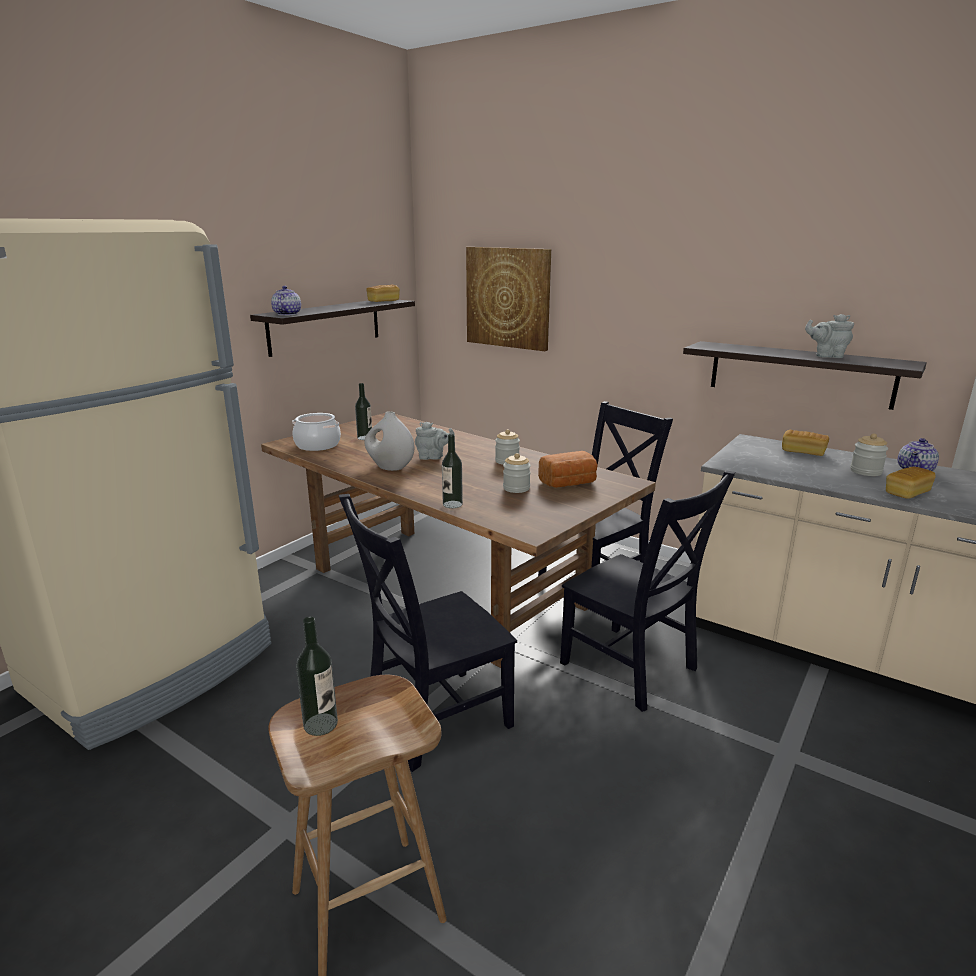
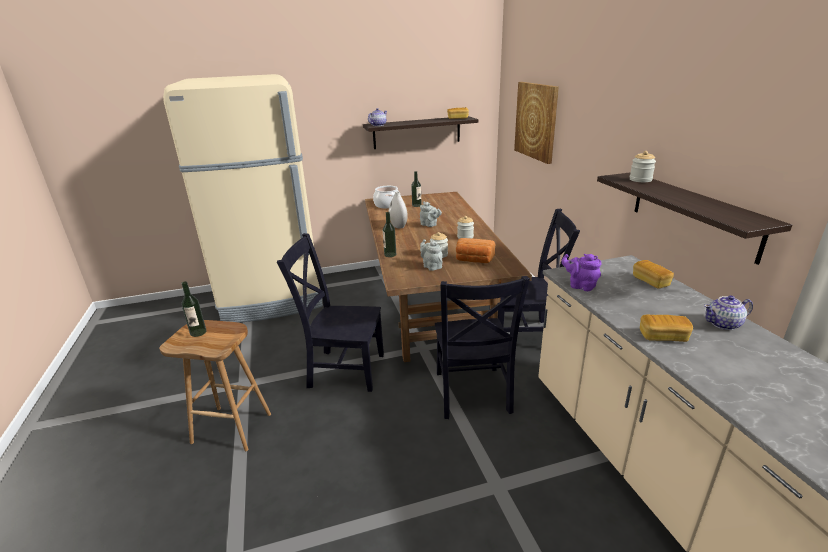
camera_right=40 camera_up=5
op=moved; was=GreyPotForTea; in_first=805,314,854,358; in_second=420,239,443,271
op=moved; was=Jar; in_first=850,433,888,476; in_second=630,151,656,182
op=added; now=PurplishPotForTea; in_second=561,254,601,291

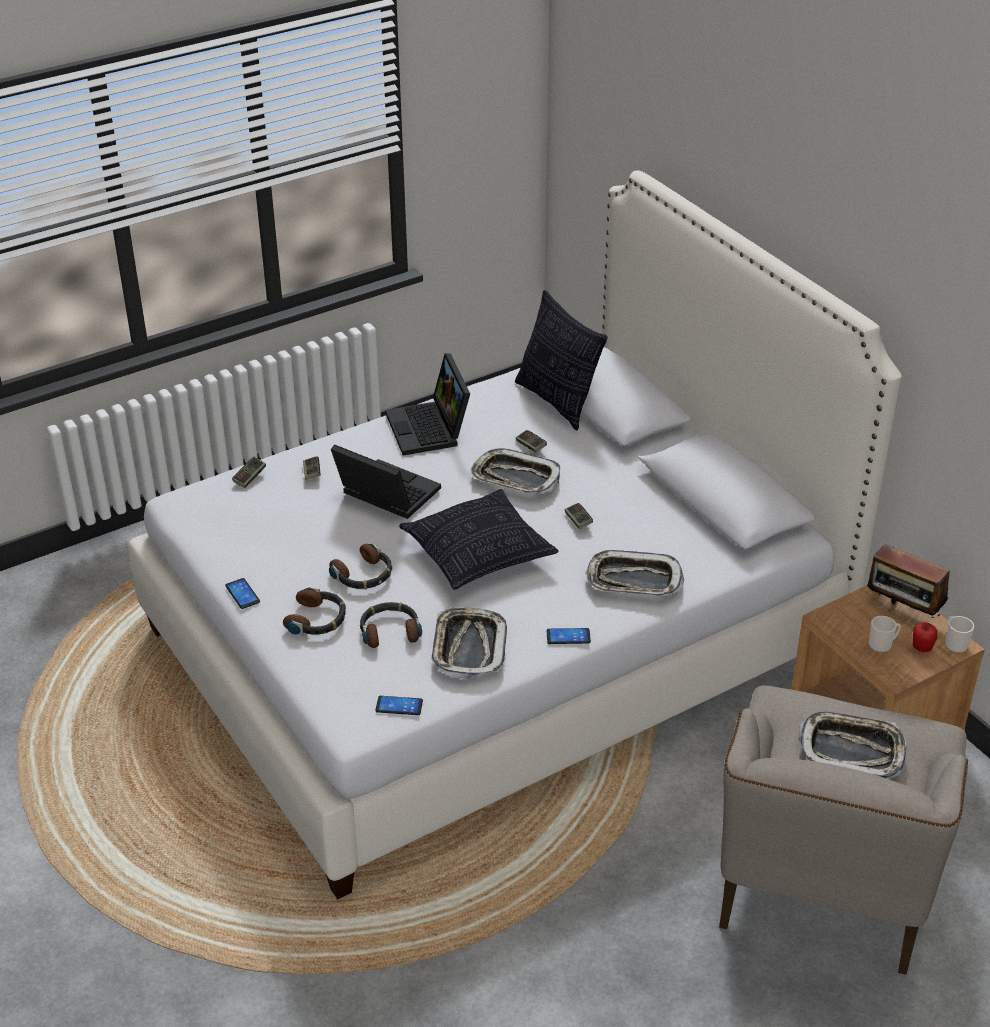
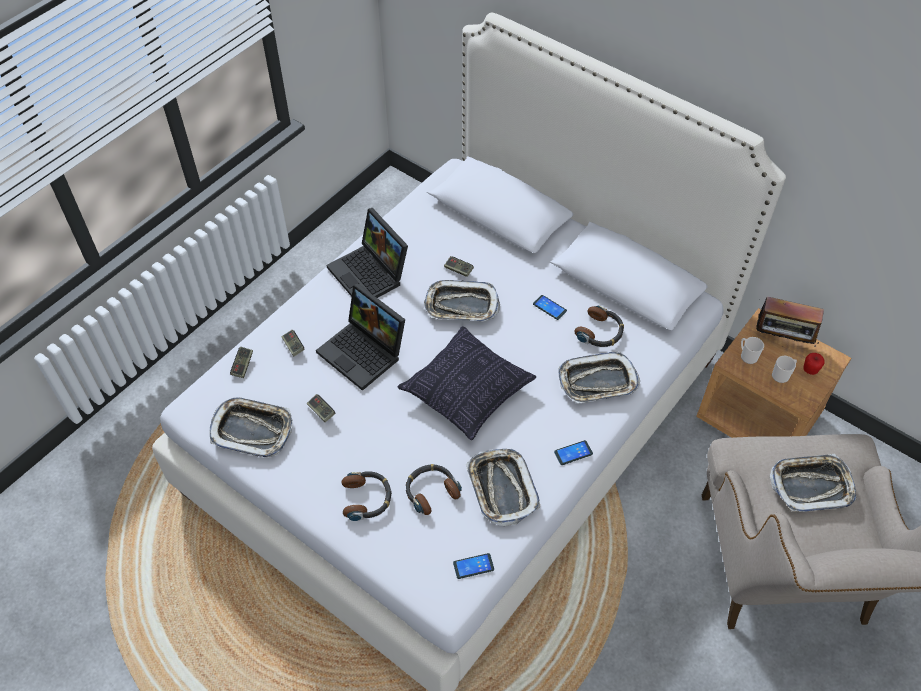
camera_right=-20 camera_up=15
op=removed; was=Pillow; in_first=515,290,607,430
op=turned; was=PortableComputer; in_first=331,444,441,519; in_second=316,283,405,391; clockwise=-150
op=moved; was=Gamepad; in_first=565,503,593,529; in_second=307,394,335,423
op=moved; was=Headset; in_first=329,544,392,589; in_second=575,305,624,347
op=moved; was=Handset; in_first=225,578,260,609; in_second=533,295,567,320
op=moved; was=CoffeeMug; in_first=945,616,974,653; in_second=741,337,764,364
op=added; now=CarryingTray; in_second=210,397,293,457

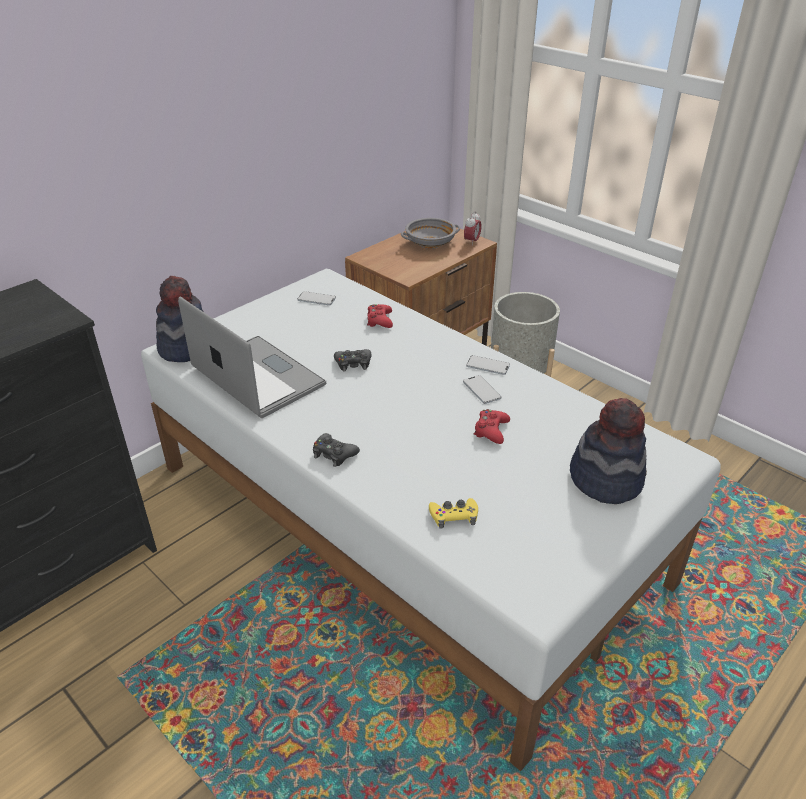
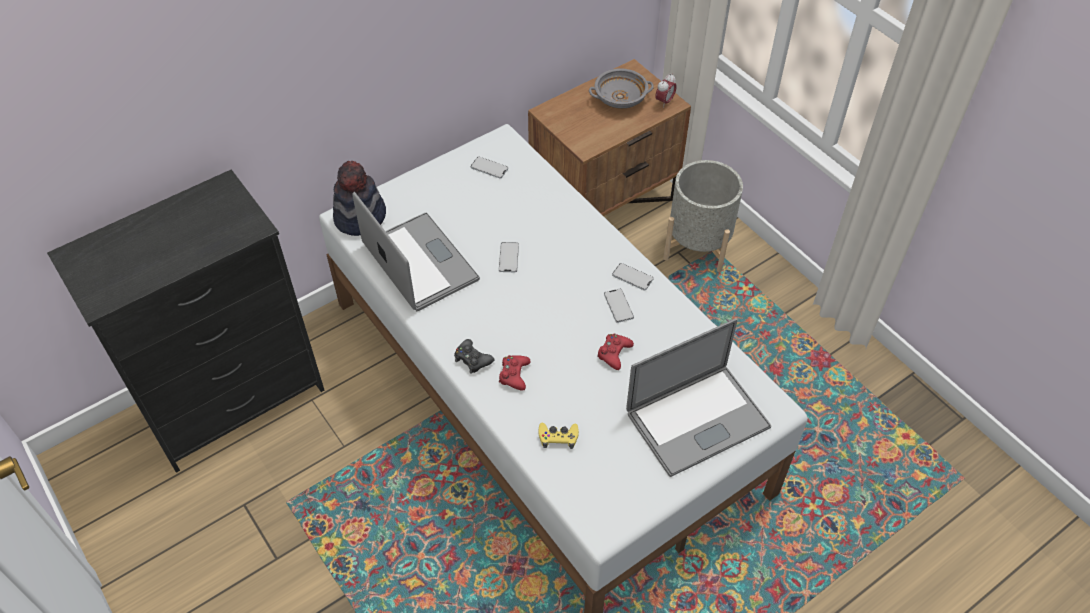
camera_right=10 camera_up=15
op=moved; was=RedGamepad; in_first=367,304,393,328; in_second=499,355,531,390
op=replaced; was=BlackGamepad; now=Handset; in_first=334,349,371,372; in_second=499,242,519,272
op=replaced; was=WearableHat; now=PortableComputer; in_first=570,398,647,504; in_second=626,319,771,477

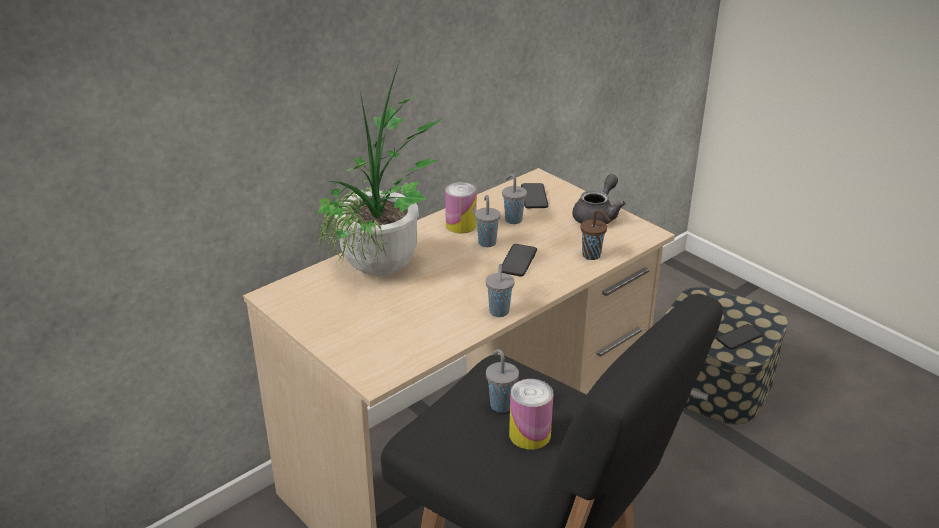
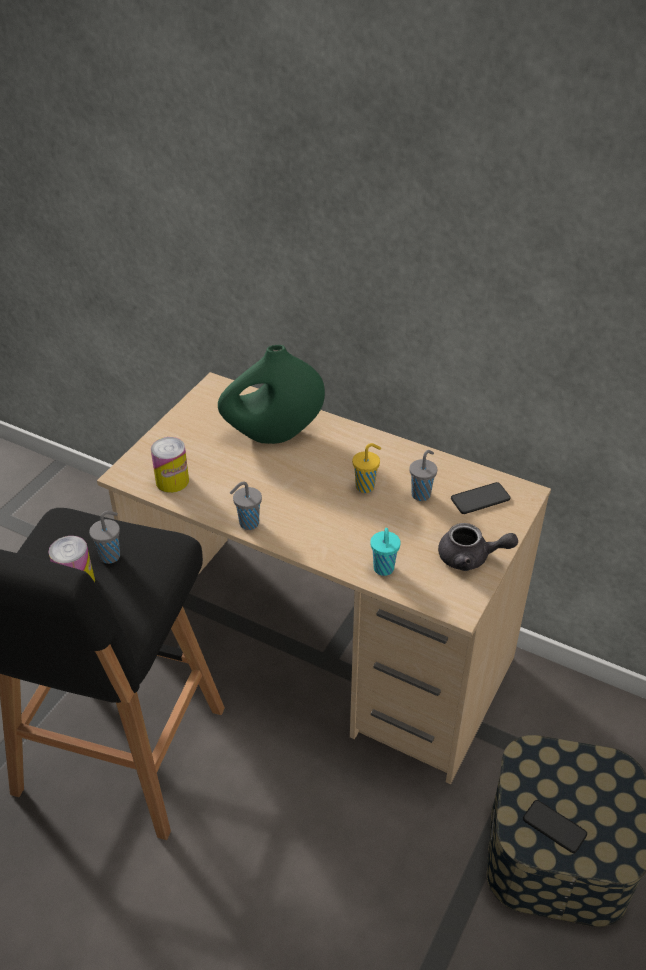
camera_right=70 camera_up=10
op=replaced; was=Houseplant; now=GreenFlowerVase; in_first=316,60,446,275; in_second=218,345,325,444
op=moved; was=MetalCan; in_first=445,182,477,234; in_second=151,437,189,493
op=recoloured; was=GreyDrinkingCup; now=YellowDrinkingCup; in_first=475,195,501,247; in_second=352,443,381,493
op=recoloured; was=BrownishDrinkingCup; now=BlueGreenDrinkingCup; in_first=581,209,610,260; in_second=370,528,401,576
op=removed; was=Handset; in_first=502,244,537,276

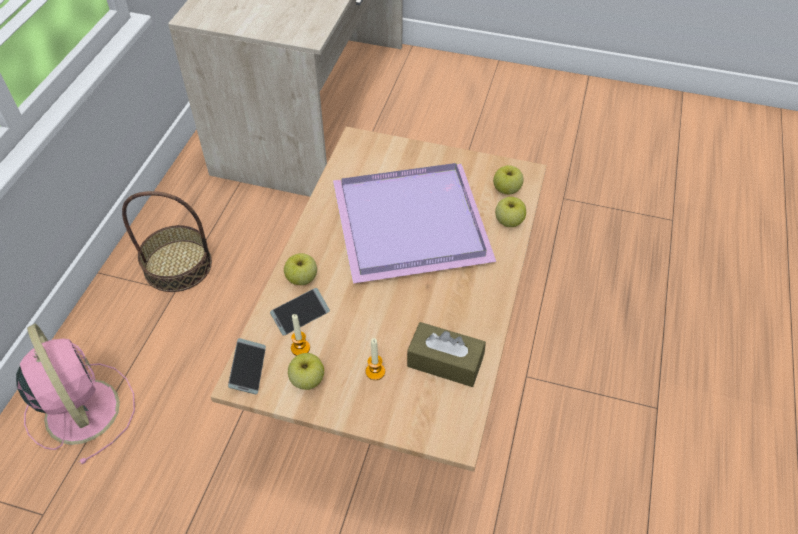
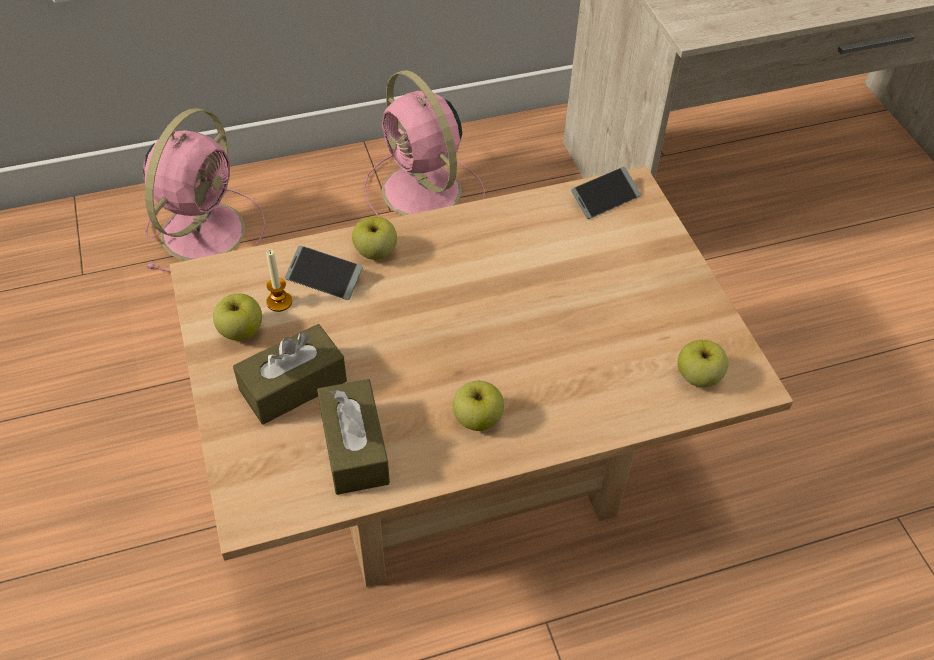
camera_right=55 camera_up=0
op=removed; was=PurplishCarryingTray; in_first=333,163,496,284
op=replaced; was=HouseholdBasket; now=PinkElectricFan; in_first=122,191,212,292; in_second=363,70,485,217
op=moved; was=Apple; in_first=495,197,526,227; in_second=453,381,504,431
op=moved; was=Handset; in_first=228,338,266,394; in_second=571,167,641,219
op=replaced; was=WaxLight; now=BrownishTissueBox; in_first=366,338,385,380; in_second=233,324,347,425

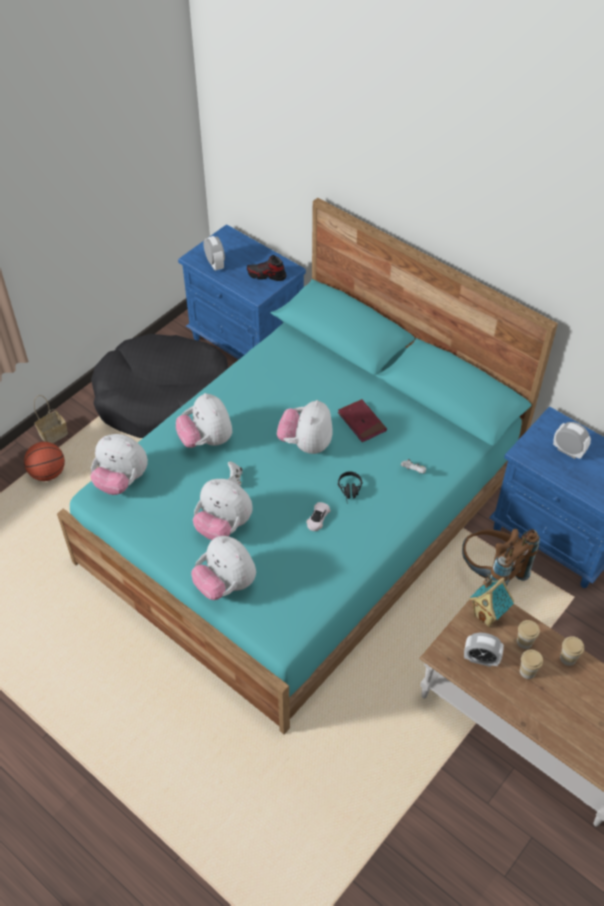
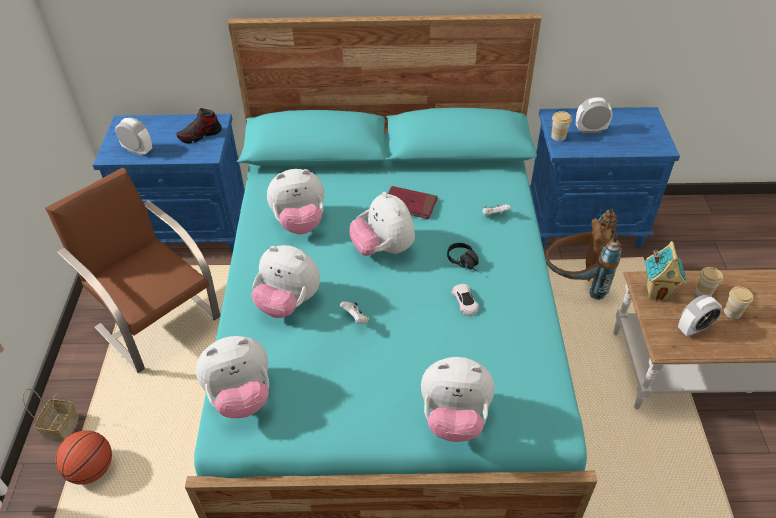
camera_right=-40 camera_up=-5
op=replaced; was=BlackDogBed; now=BrownishUprightChair; in_first=91,334,228,438; in_second=45,168,220,373
op=moved; was=CuddlyToy; in_first=193,479,253,540; in_second=267,169,324,234
op=moved; was=DrinkingCup; in_first=560,636,584,666; in_second=551,111,572,141

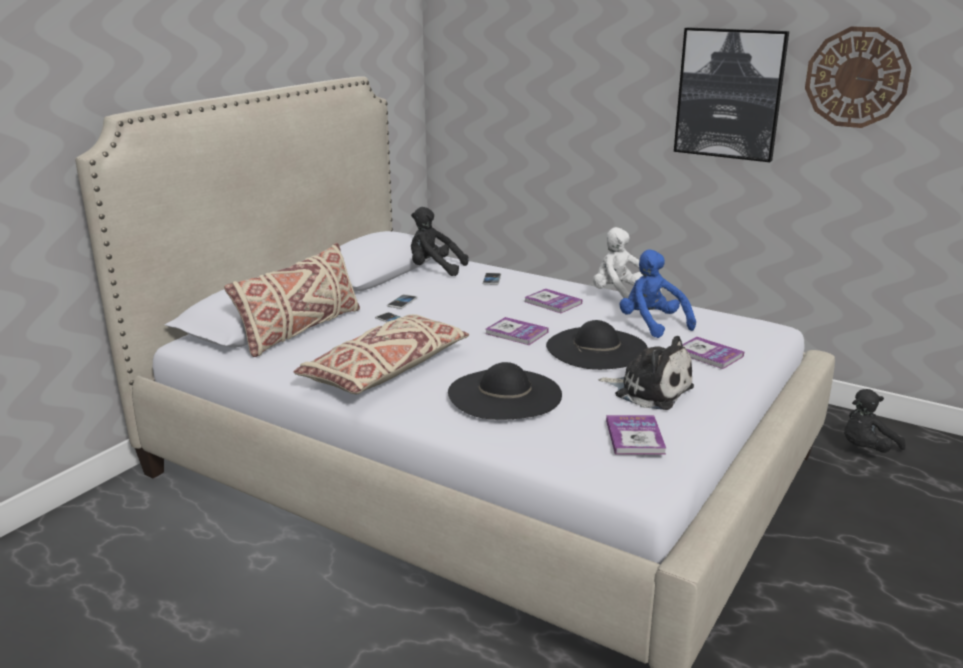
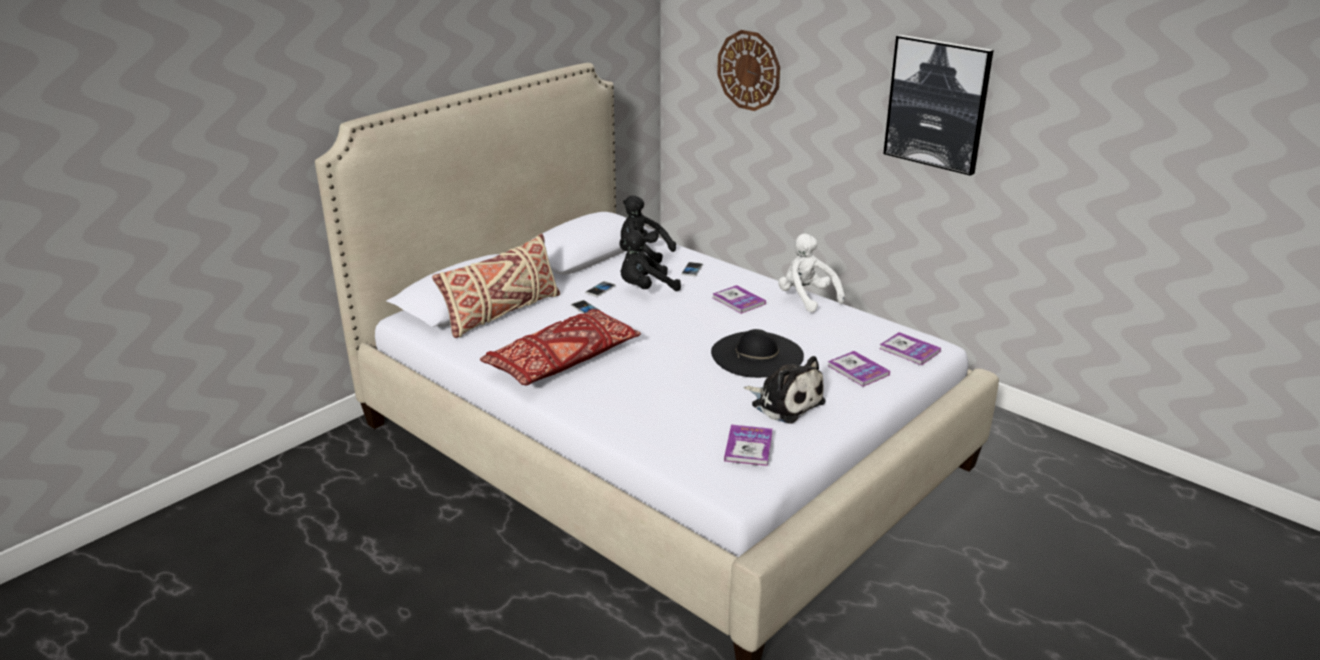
camera_right=10 camera_up=5
op=moved; was=WallClock; in_first=805,26,912,128; in_second=717,30,780,111
op=removed; was=BlueCuddlyToy; in_first=620,249,696,338
op=recoloured; was=BeigeColouredPillow; now=RedPillow; in_first=293,314,469,394; in_second=480,309,641,385
op=moved; was=Book; in_first=486,317,549,345; in_second=880,332,941,365
op=removed; was=BlackWearableHat; in_first=448,362,562,420
op=moved; was=BlackCuddlyToy; in_first=844,389,905,453; in_second=620,230,681,291

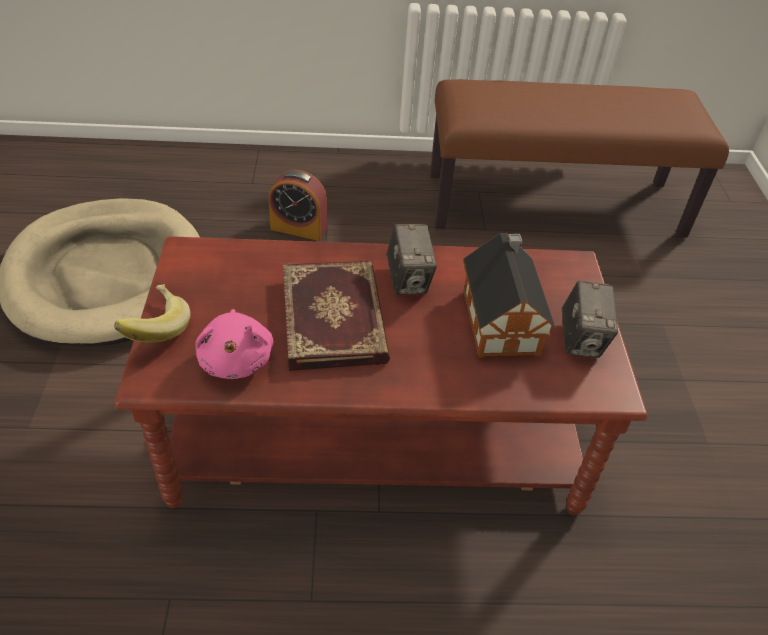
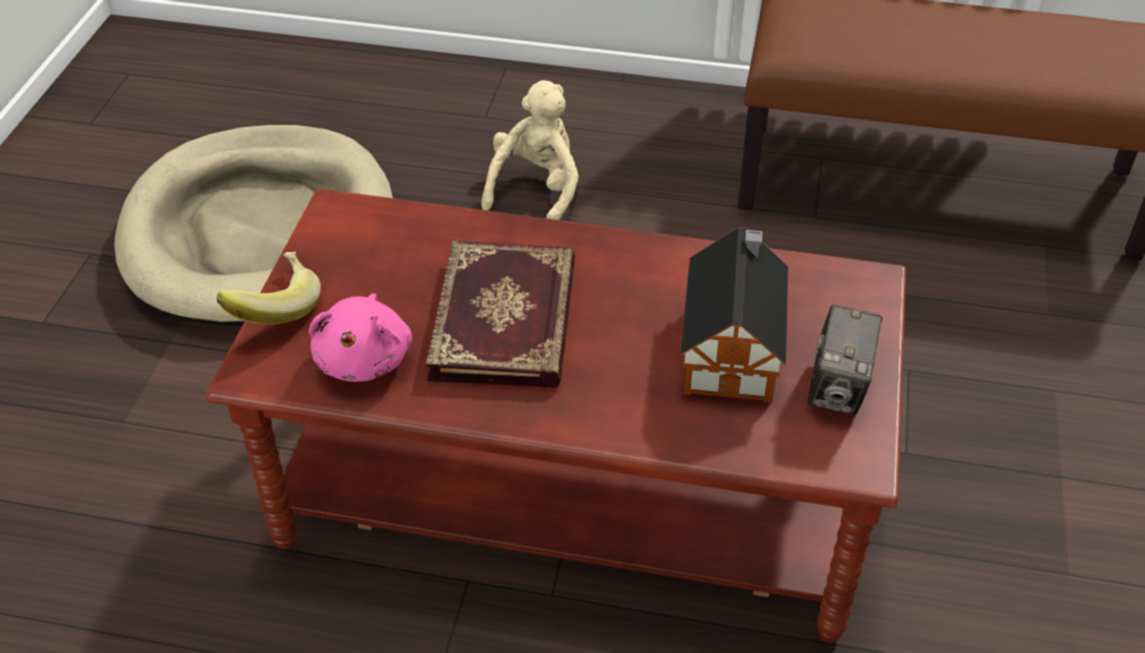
camera_right=15 camera_up=0
op=replaced; was=TableClock; now=BeigeColouredCuddlyToy; in_first=269,170,327,241; in_second=481,80,579,220
op=removed; was=PhotoCamera; in_first=386,224,437,295

